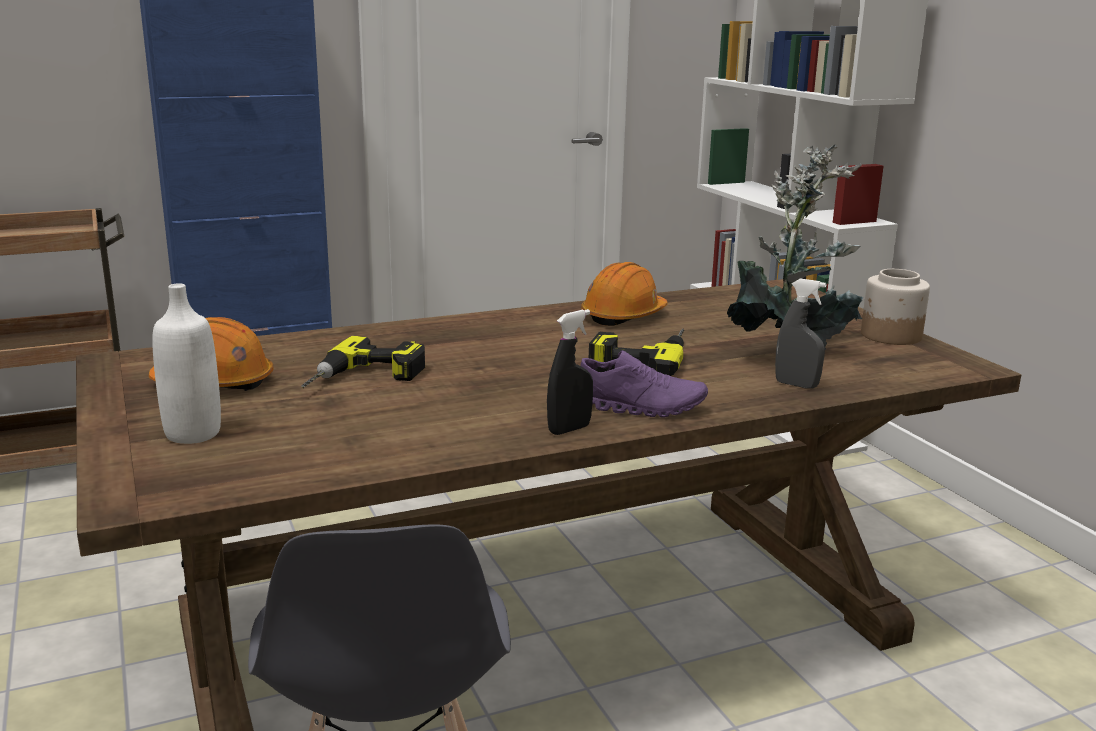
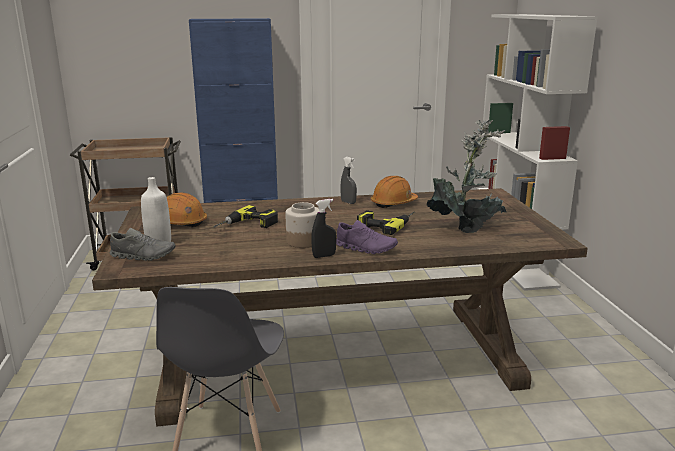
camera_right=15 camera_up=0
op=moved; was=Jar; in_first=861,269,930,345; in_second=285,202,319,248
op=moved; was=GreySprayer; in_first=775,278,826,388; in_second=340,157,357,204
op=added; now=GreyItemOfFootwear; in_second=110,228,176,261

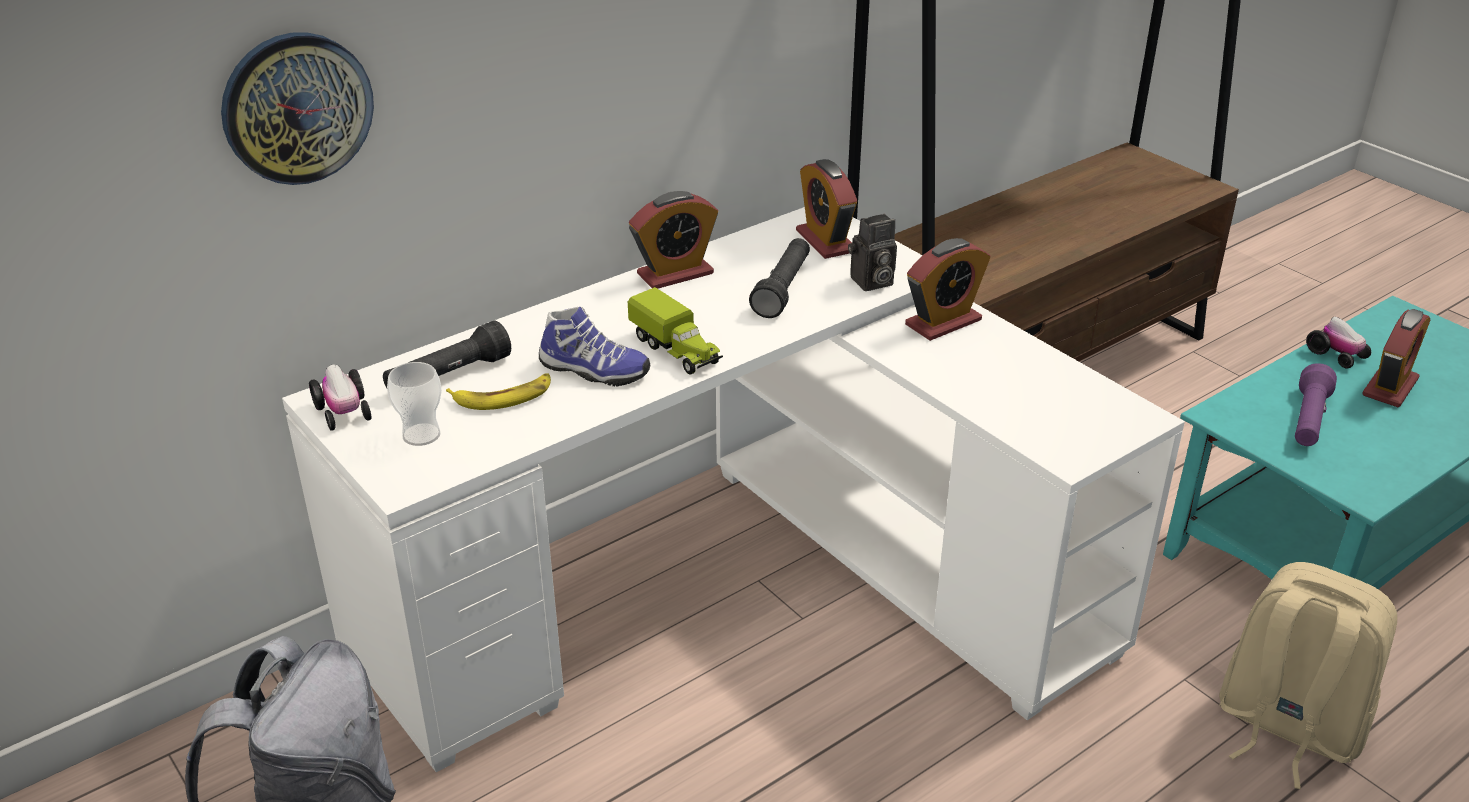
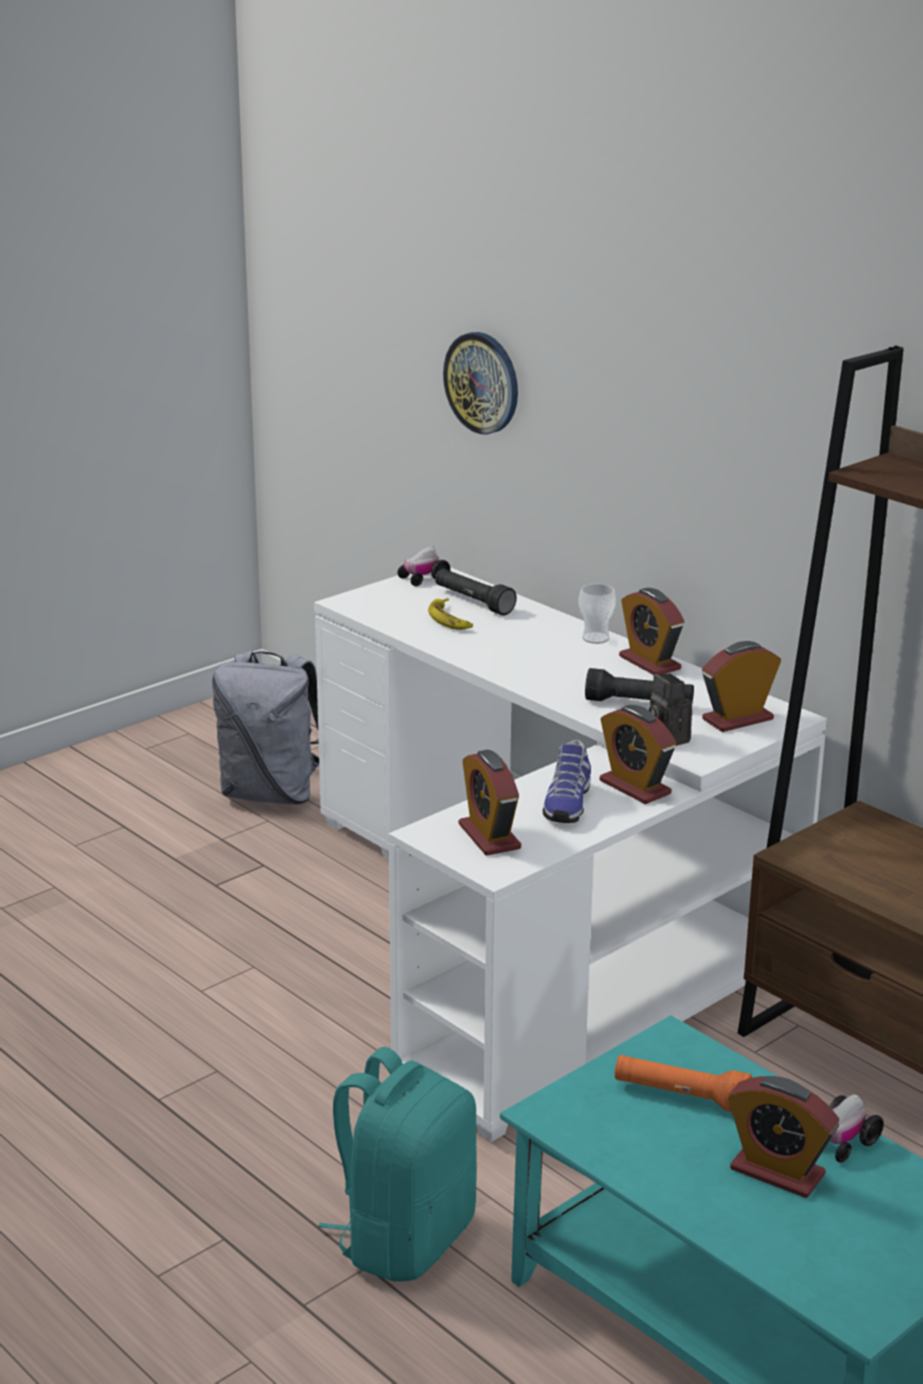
camera_right=85 camera_up=-10
op=removed; was=ModelTruck; in_first=628,287,723,375
op=moved; was=ItemOfFootwear; in_first=539,307,650,387; in_second=543,740,591,823
op=moved; was=DrinkingCup; in_first=387,362,442,446; in_second=579,584,616,644
op=recoloured; was=PurplishHandTorch; now=OrangeColouredHandTorch; in_first=1295,363,1337,446; in_second=615,1055,752,1112
op=recoloured; was=BeigeColouredBackpack; now=BlueGreenBackpack; in_first=1219,562,1397,789; in_second=318,1047,477,1282
op=added; now=TableClock; in_second=459,750,521,856

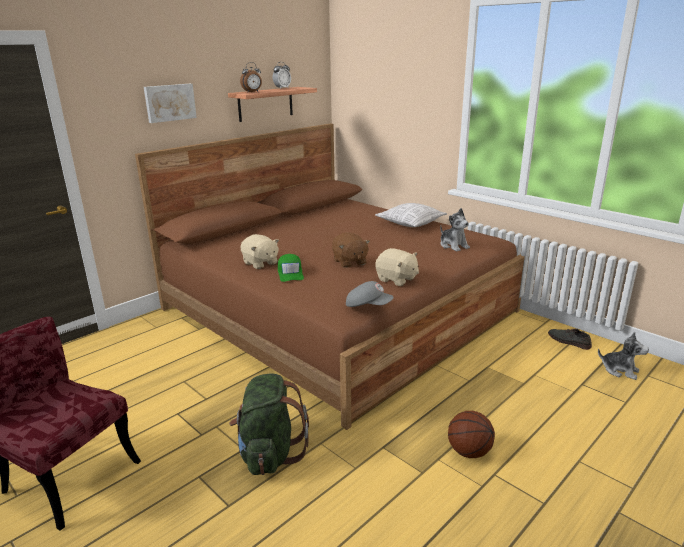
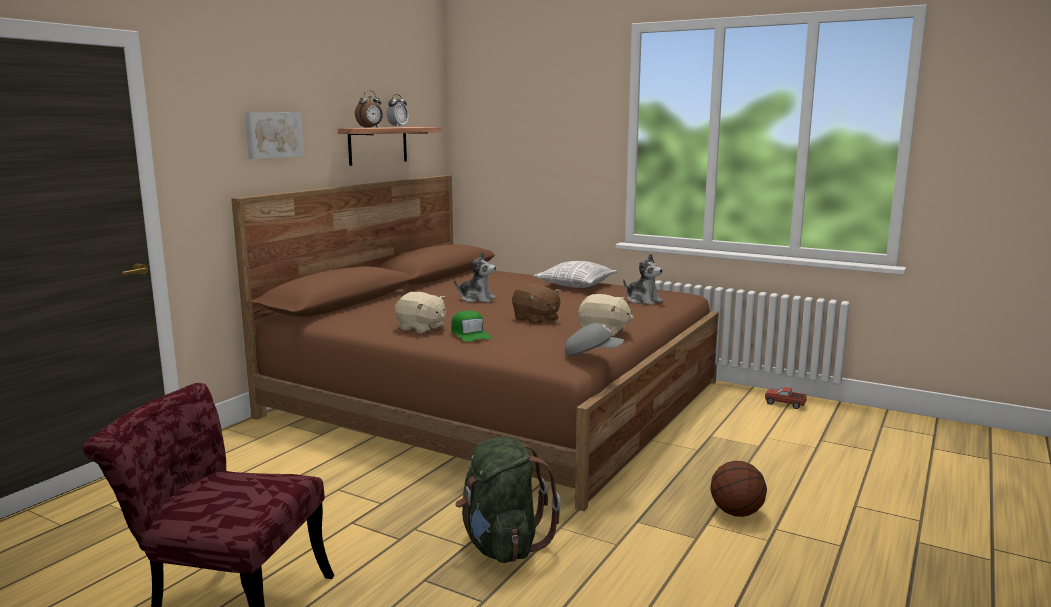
camera_right=-15 camera_up=-10
op=replaced; was=GreyItemOfFootwear; now=ModelTruck; in_first=548,329,592,350; in_second=765,387,807,409
op=moved; was=CuddlyToy; in_first=598,332,649,380; in_second=454,252,496,303

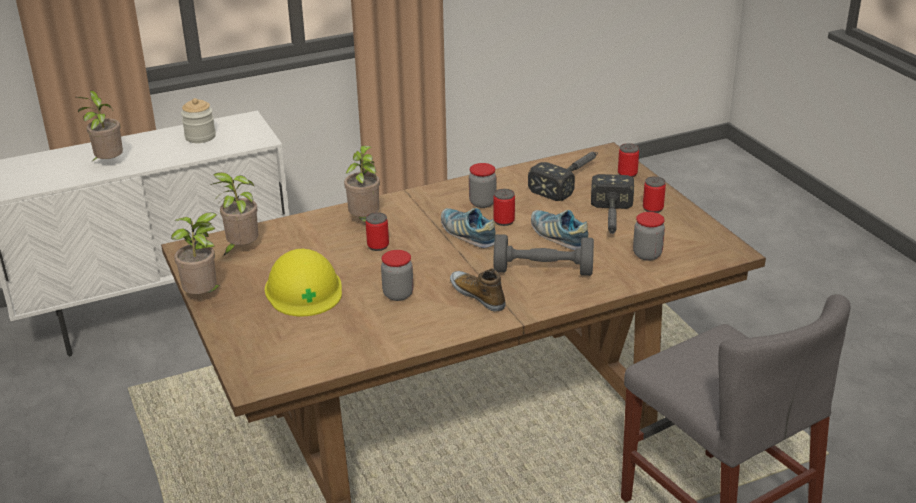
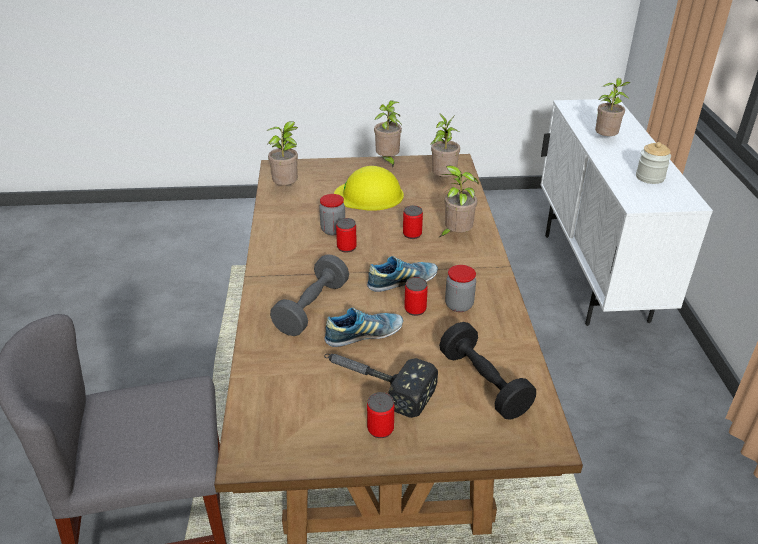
camera_right=110 camera_up=5
op=moved; was=MetalCan; in_first=618,143,639,177; in_second=336,218,357,253
op=replaced; was=Hammer; now=BlackHandWeight; in_first=528,152,598,201; in_second=439,322,536,419
op=removed; was=Jar; in_first=633,212,665,261
op=removed; was=ItemOfFootwear; in_first=450,268,506,312
op=added; now=Houseplant; in_second=266,121,298,185

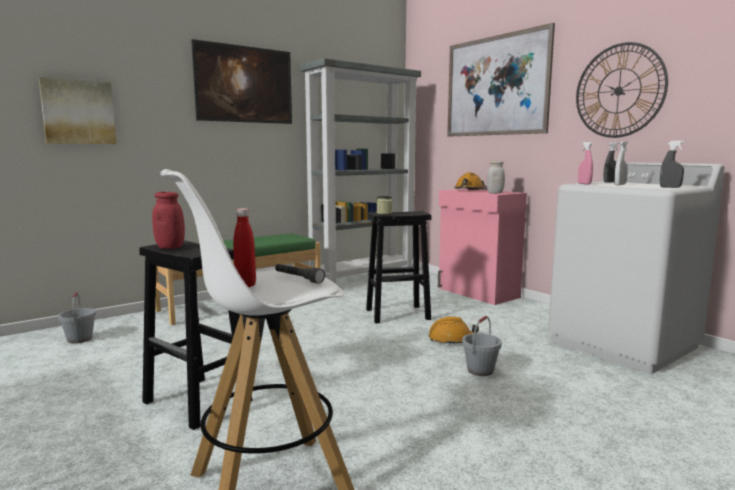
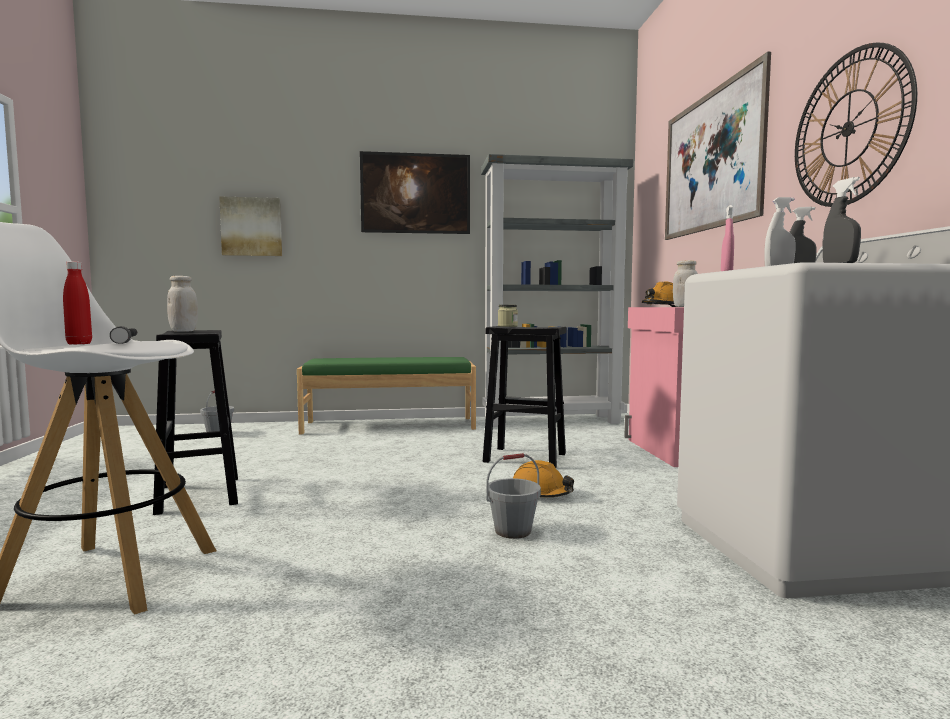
camera_right=30 camera_up=-5
op=recoloured; was=RedJar; now=WhiteJar; in_first=152,192,185,249; in_second=167,276,198,332

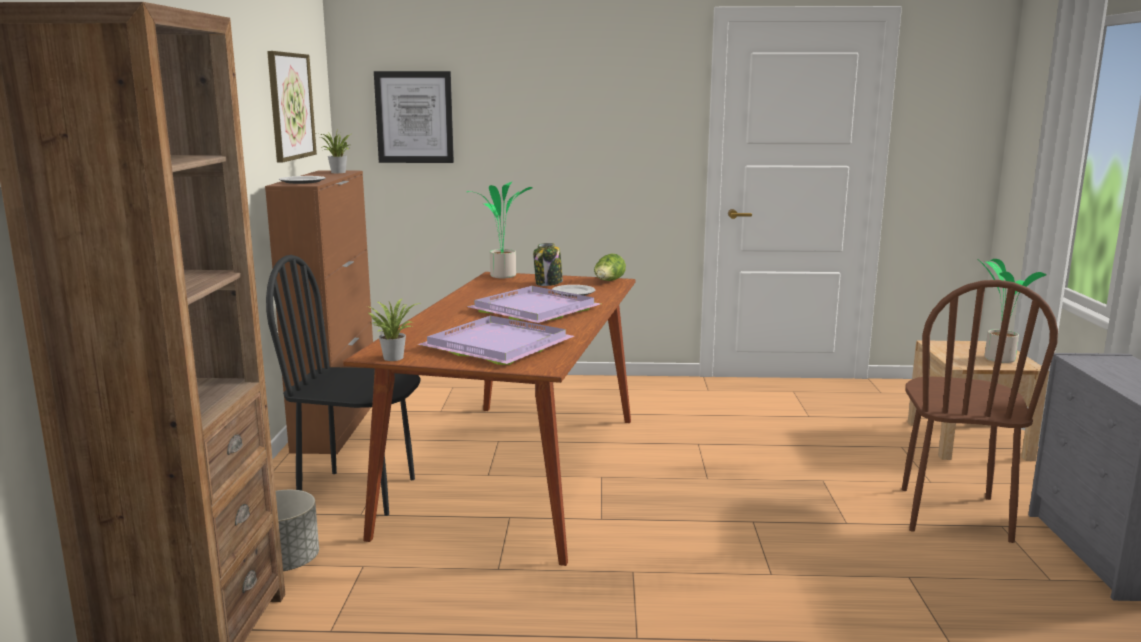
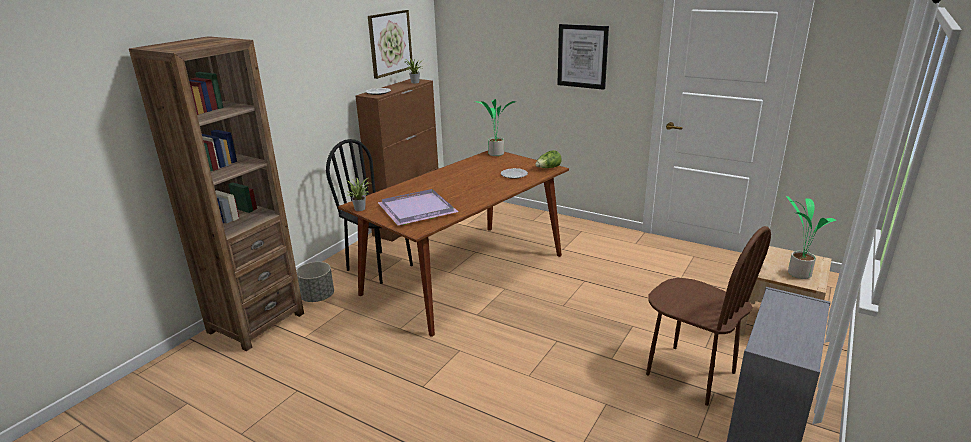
camera_right=30 camera_up=10
op=moved; was=Picture; in_first=374,71,454,163; in_second=557,24,609,90
op=removed; was=Jar; in_first=533,243,563,286
op=turned; was=BrownishUprightChair; in_first=902,280,1058,543; in_second=646,226,771,406; clockwise=-90
op=removed; was=PurplishCarryingTray; in_first=467,286,601,323

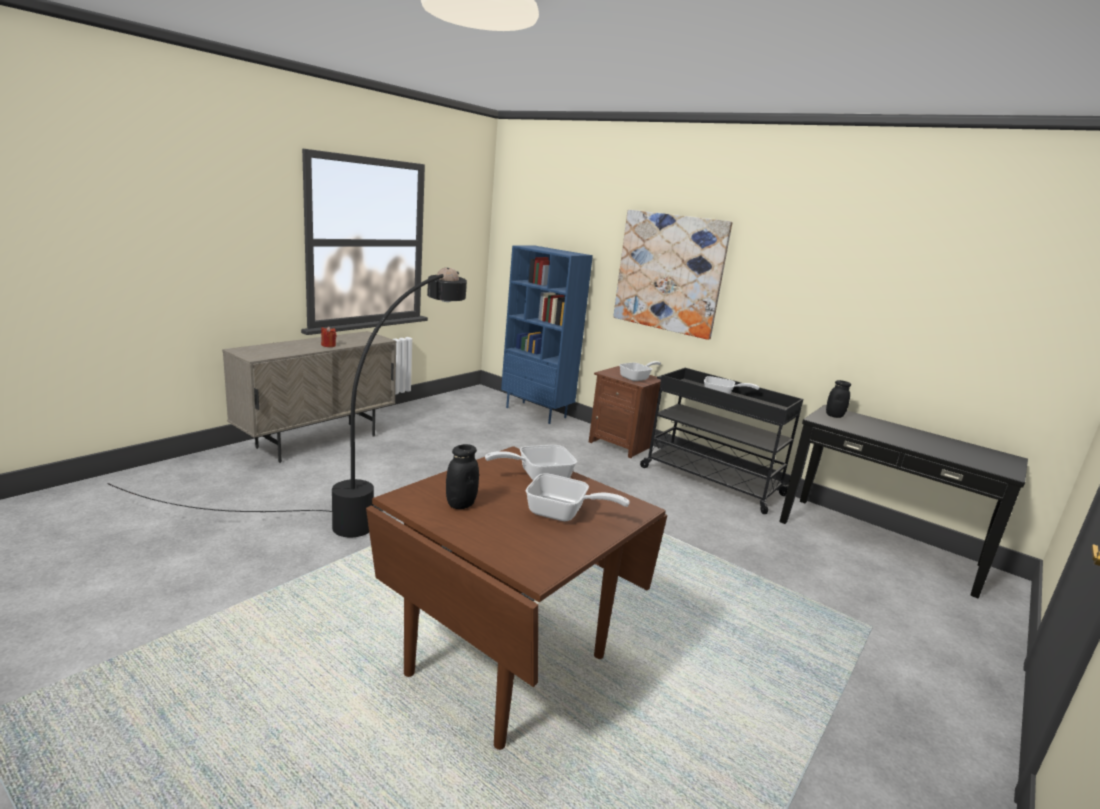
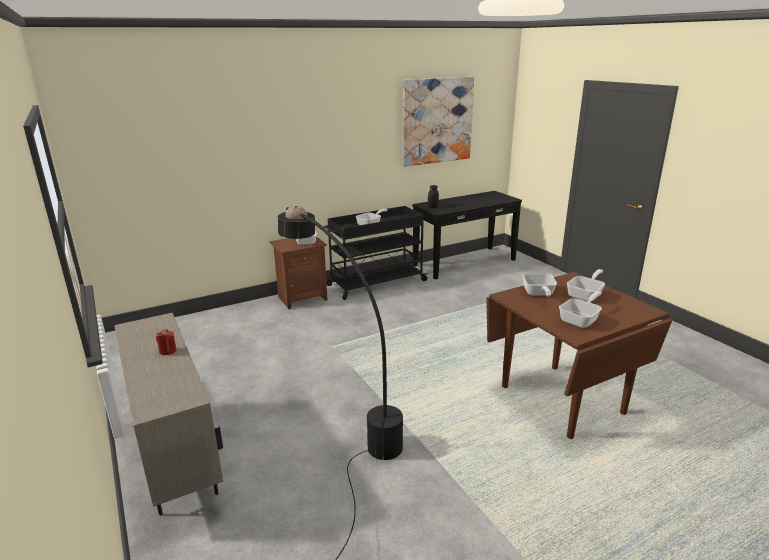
camera_right=-65 camera_up=5
op=moved; was=Picture; in_first=613,210,732,340; in_second=403,77,474,167
op=removed; was=BlueBookcase; in_first=501,245,593,424
op=replaced; was=BlackJar; now=Skillet; in_first=446,444,479,509; in_second=559,291,602,328

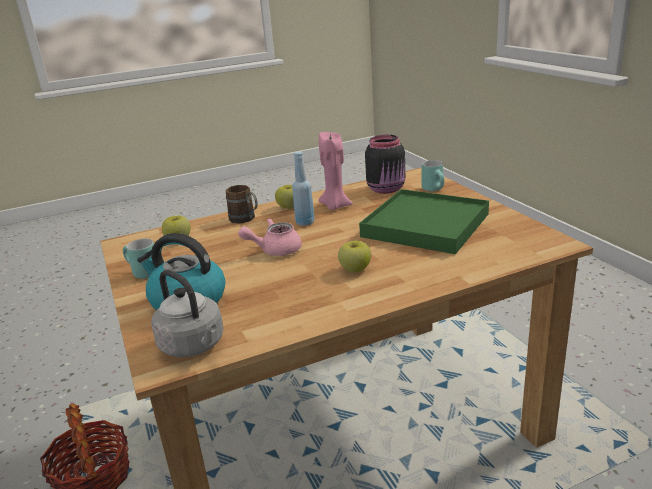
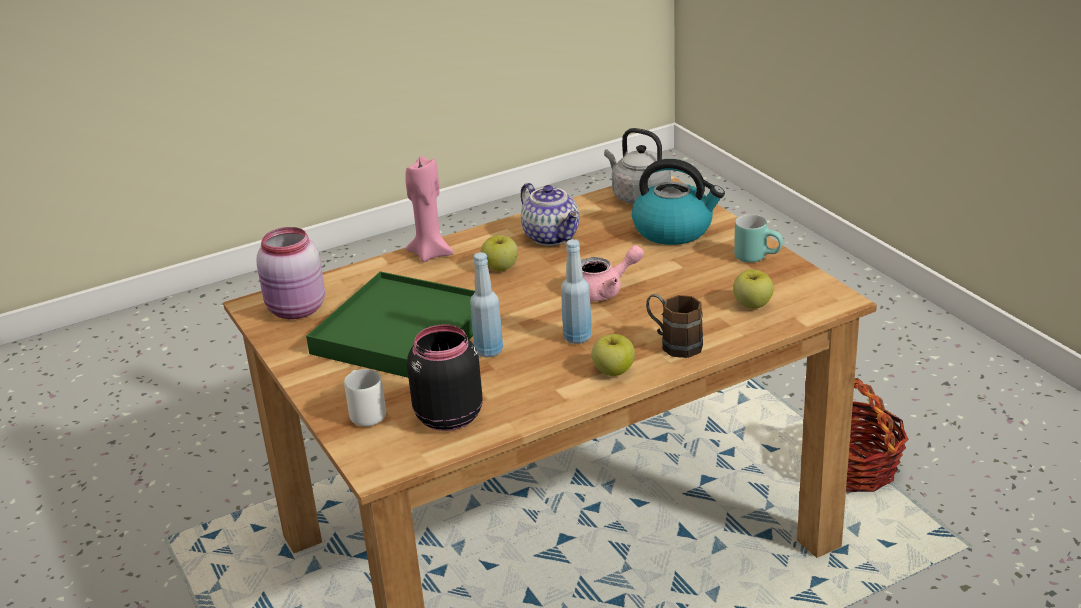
camera_right=175 camera_up=5
op=moved; was=PinkWaxLight; in_first=318,132,353,210; in_second=405,156,454,262
op=recoloured; was=BlueGreenCoffeeMug; now=WhiteCoffeeMug; in_first=421,160,444,191; in_second=344,369,386,427
op=added; now=PotForTea; in_second=521,183,579,246
op=added; now=PinkJar; in_second=257,227,325,319
op=added; now=BlueBottle; in_second=470,252,503,358

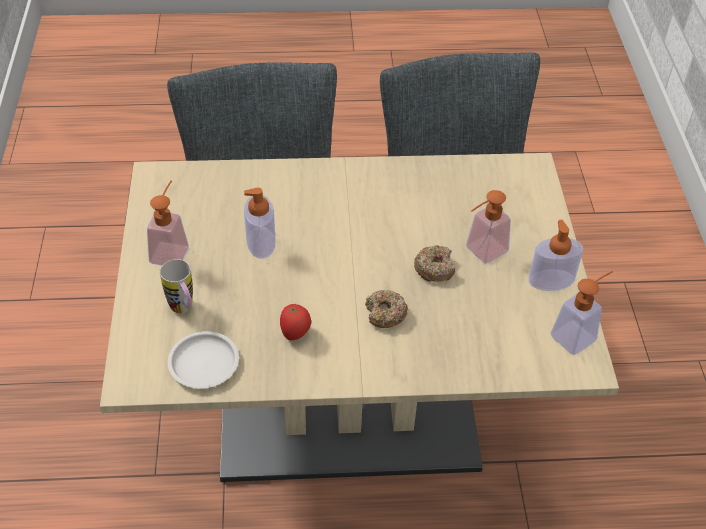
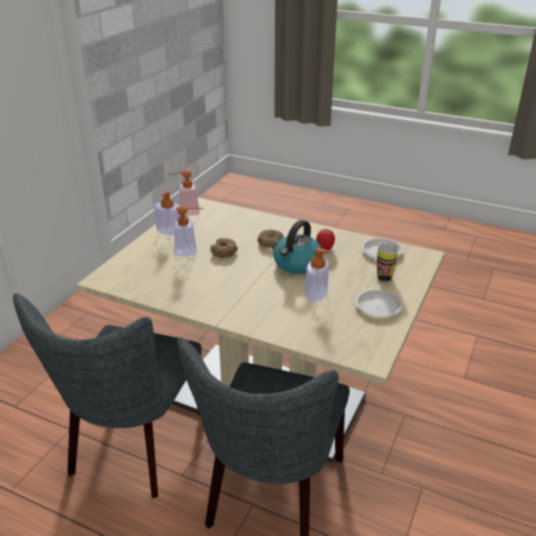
camera_right=-150 camera_up=-15
op=replaced; was=LiquidSoapBottle; now=WhiteFlatDish; in_first=147,180,189,265; in_second=355,289,403,317
op=added; now=Kettle; in_second=273,220,323,274

